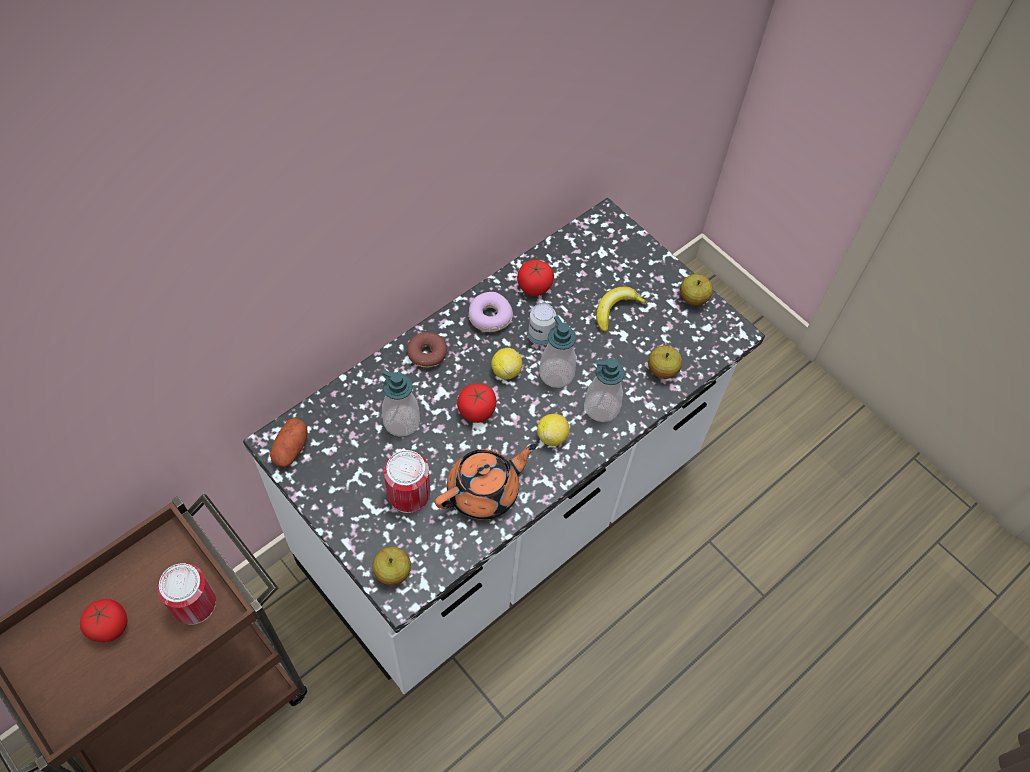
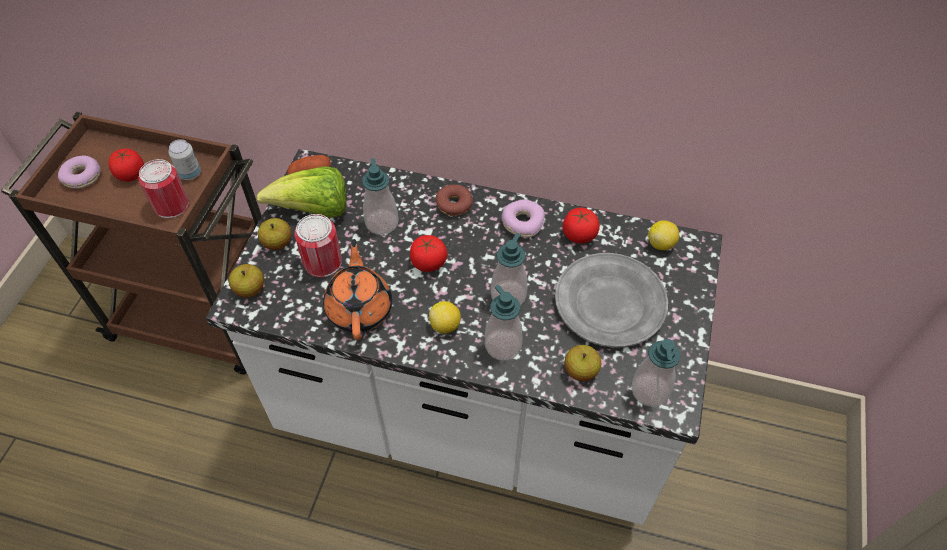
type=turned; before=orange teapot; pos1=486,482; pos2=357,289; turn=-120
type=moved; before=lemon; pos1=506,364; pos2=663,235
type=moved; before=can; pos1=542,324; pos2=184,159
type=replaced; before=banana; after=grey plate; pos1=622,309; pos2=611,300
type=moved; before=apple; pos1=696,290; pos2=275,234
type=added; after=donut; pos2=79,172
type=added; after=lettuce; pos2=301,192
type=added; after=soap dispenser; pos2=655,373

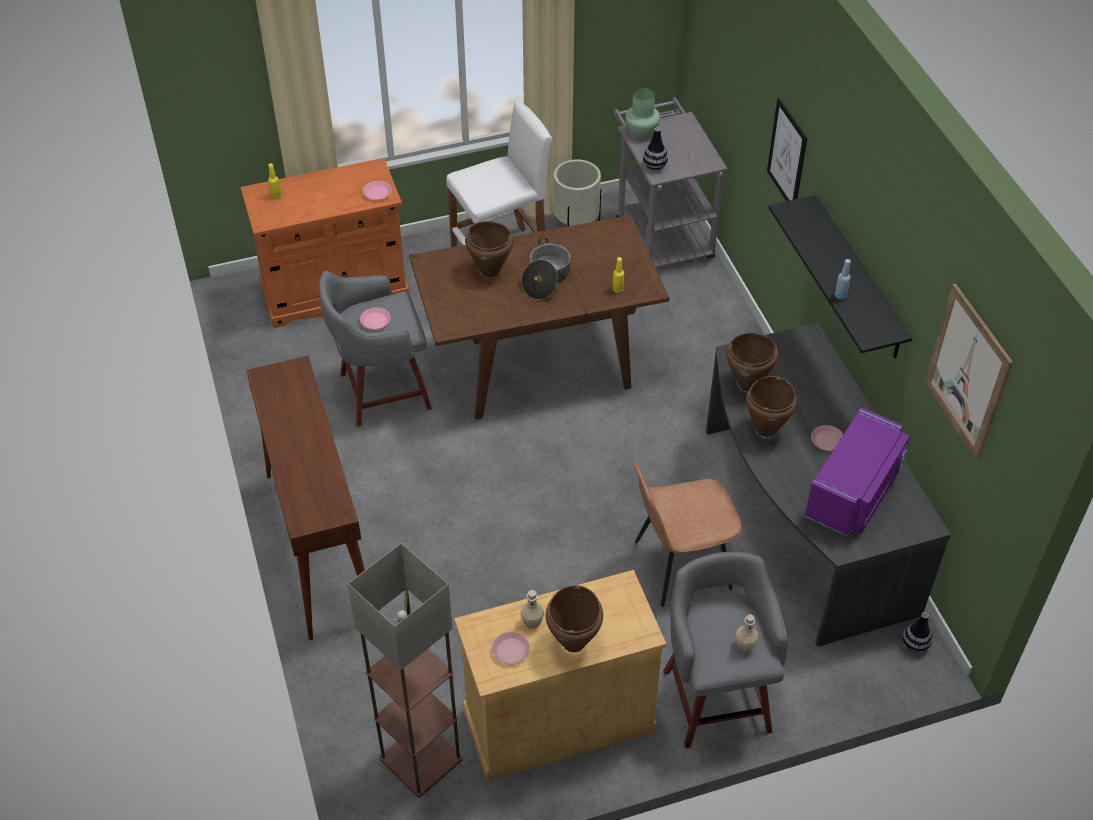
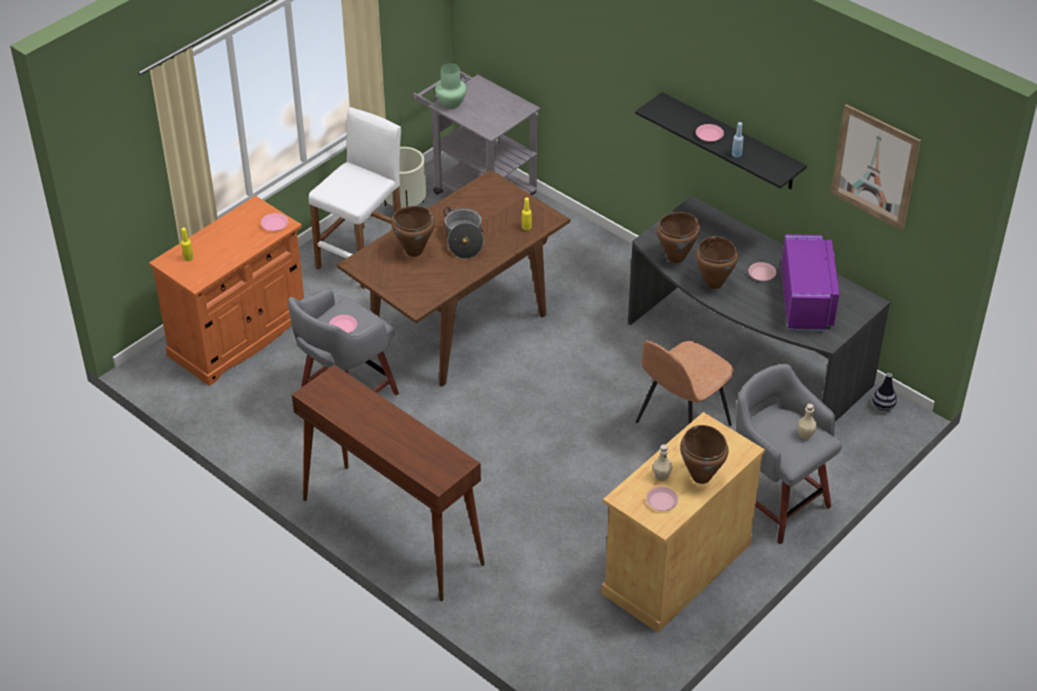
type=removed; before=floor lamp; pos1=405,670
type=removed; before=vase; pos1=655,148
type=removed; before=picture; pos1=787,149
type=added; after=pink plate; pos2=710,133

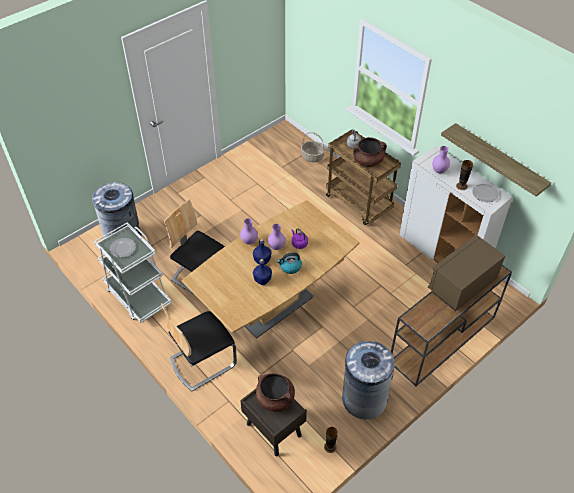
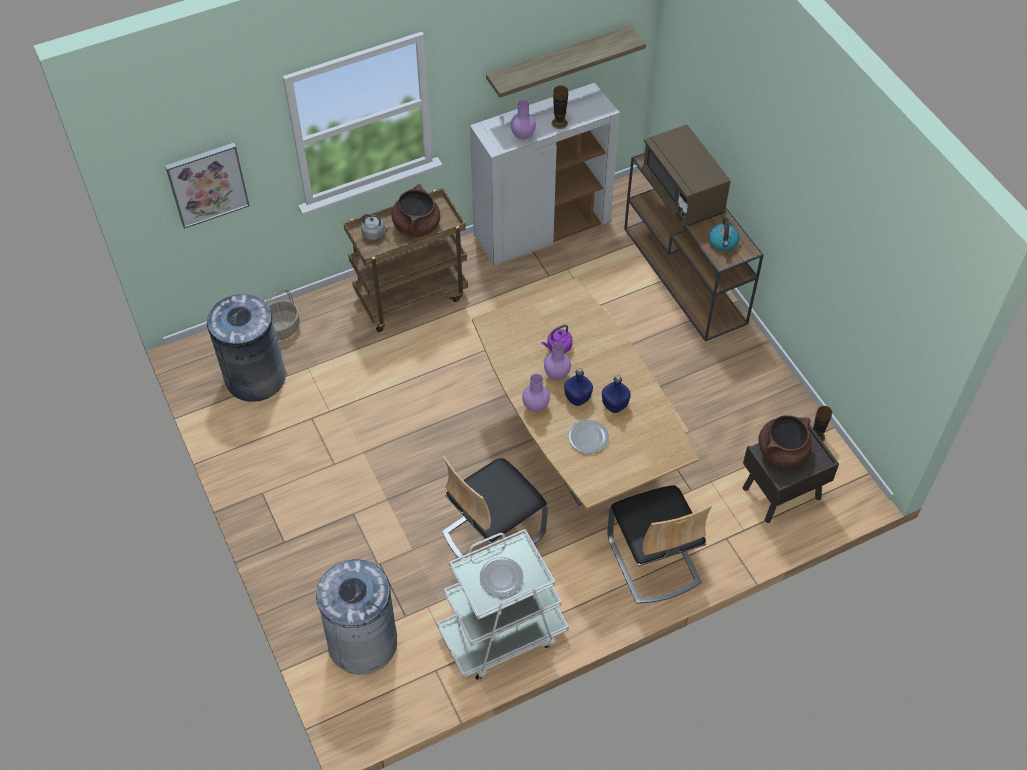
type=moved; before=kettle; pos1=289,263; pos2=724,234
type=moved; before=grey trash can; pos1=368,379; pos2=246,347
type=moved; before=plate; pos1=485,193; pos2=588,437
type=added; after=picture; pos2=207,186

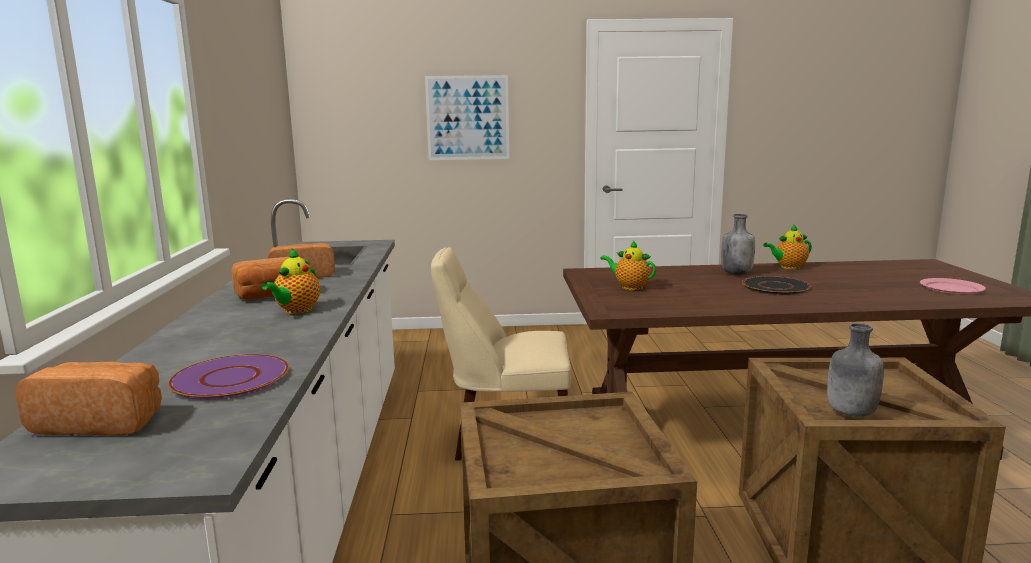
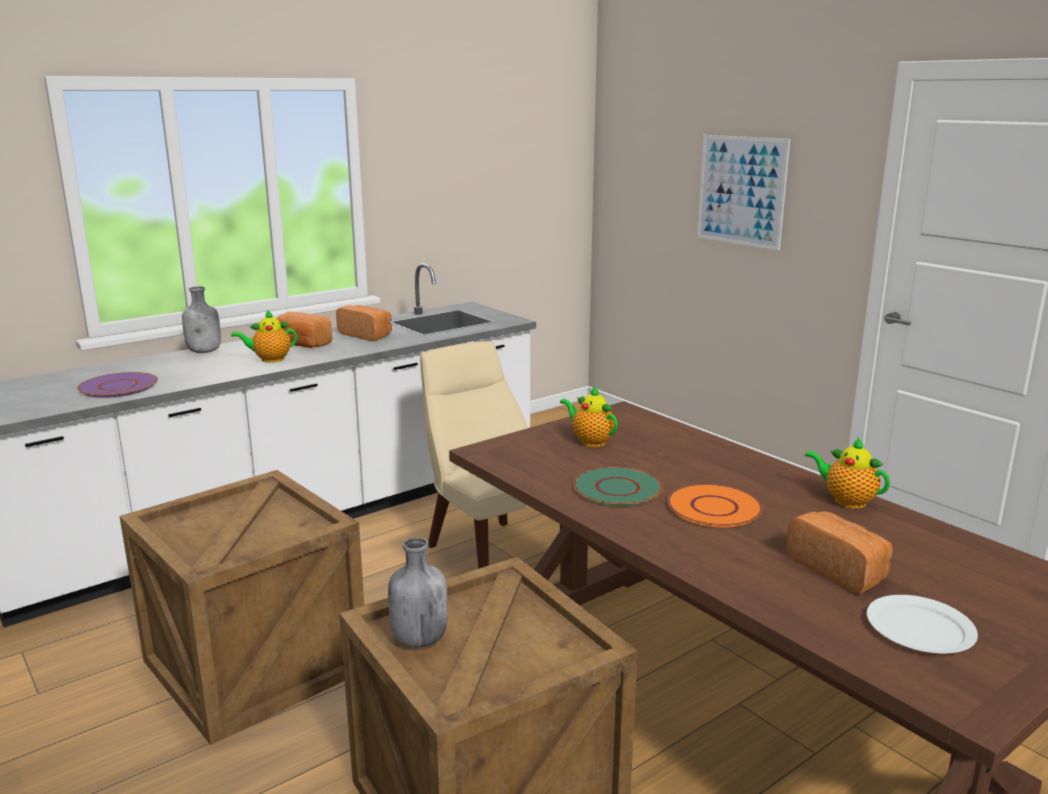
type=moved; before=bread; pos1=88,399; pos2=839,552
type=turned; before=teapot; pos1=628,265; pos2=589,416; turn=-45
type=moved; before=grey bottle; pos1=738,244; pos2=201,319
type=recoloured; before=black plate; after=orange plate; pos1=776,285; pos2=714,506
type=recoloured; before=pink plate; after=white plate; pos1=953,286; pos2=922,624
type=added; after=green plate; pos2=618,487

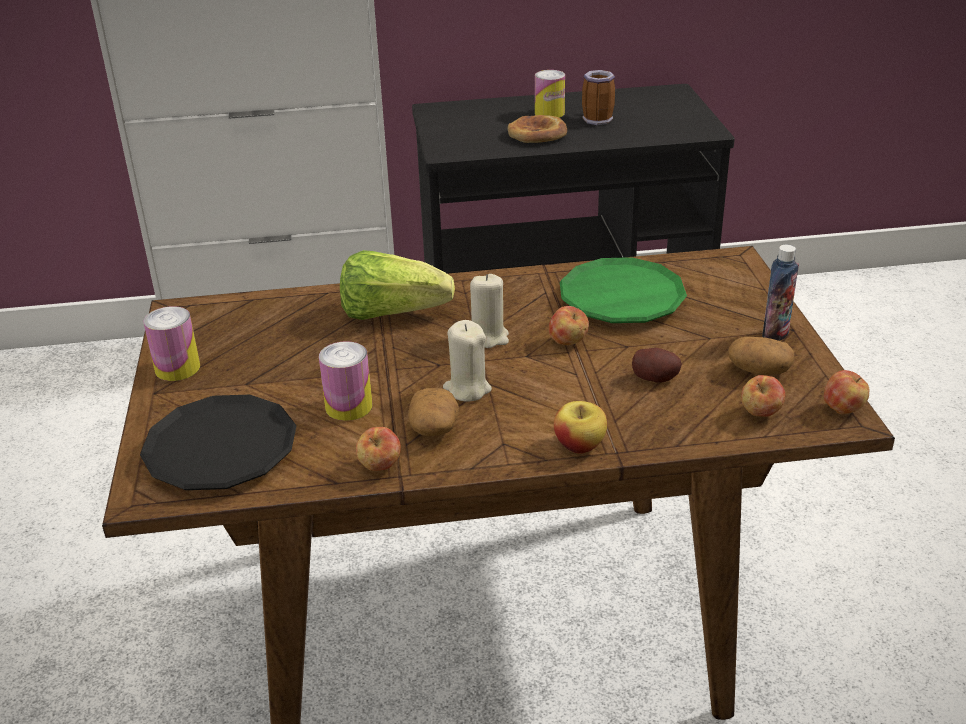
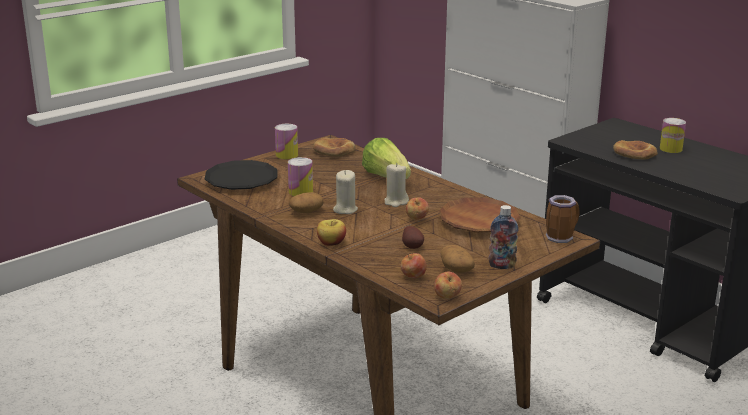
type=removed; before=apple; pos1=378,449
type=recoloured; before=green plate; after=brown plate; pos1=623,290; pos2=480,214
type=moved; before=mug; pos1=598,97; pos2=562,219
type=added; after=bread; pos2=334,147

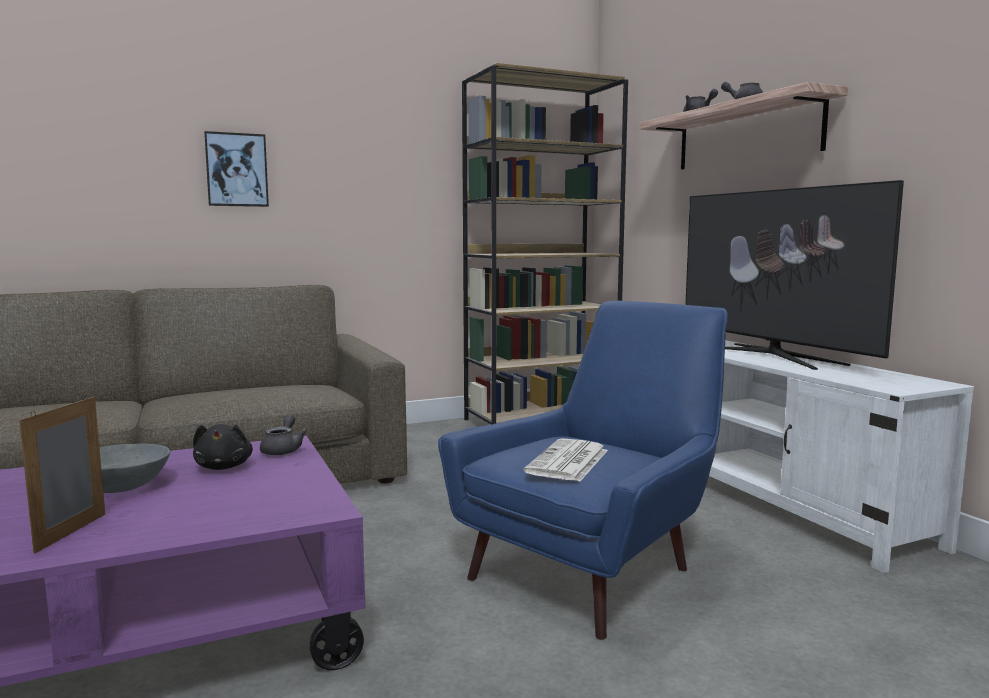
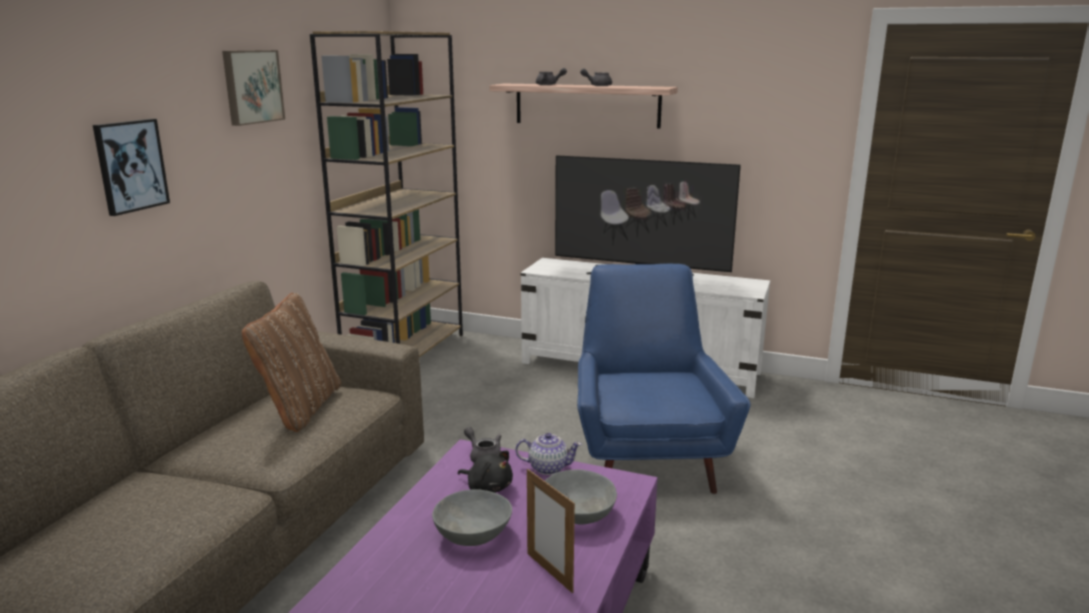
type=removed; before=newspaper; pos1=565,459
type=added; after=picture; pos2=253,88
type=added; after=brown pillow; pos2=291,362
type=added; after=teapot; pos2=548,454
type=added; after=grey bowl; pos2=581,496

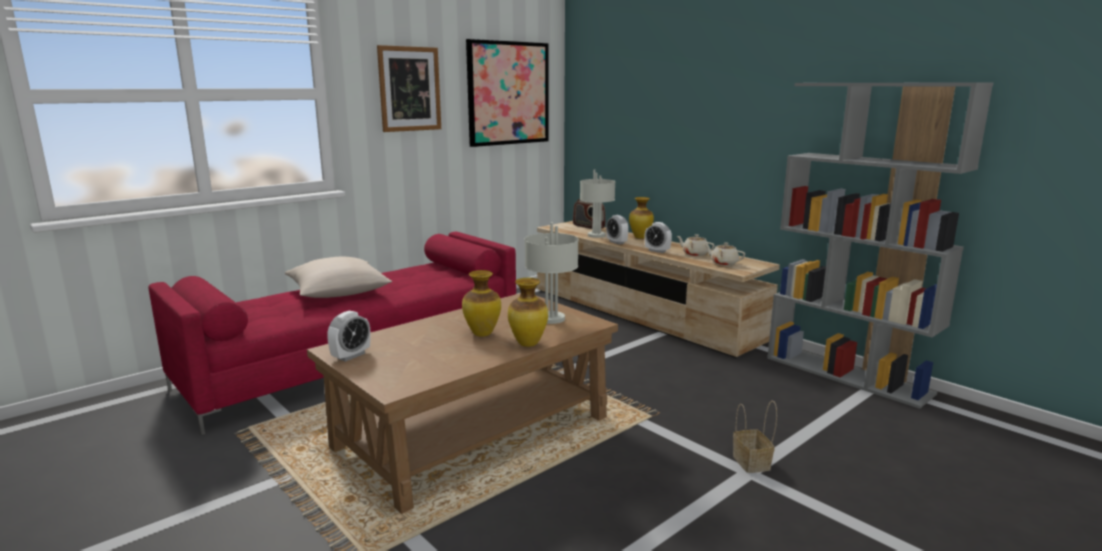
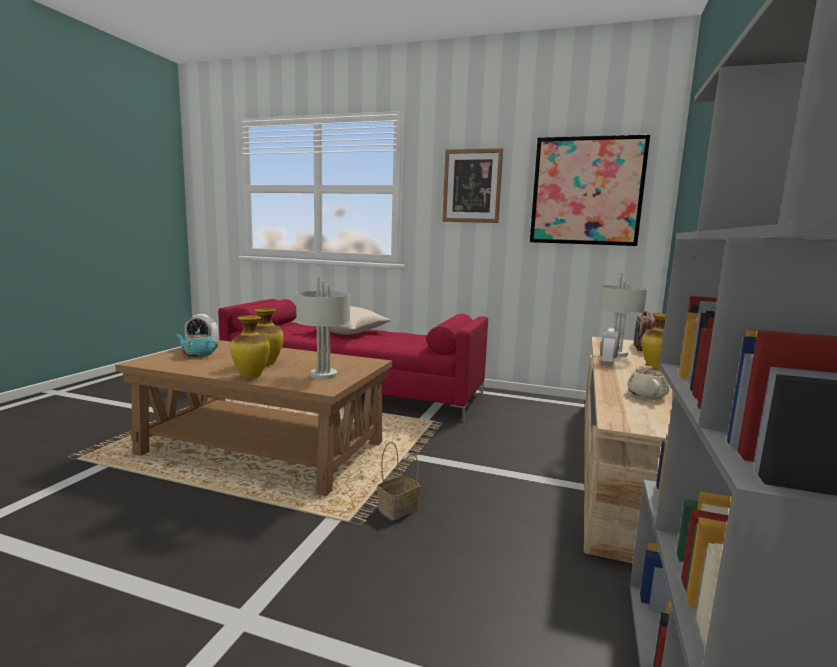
type=removed; before=alarm clock; pos1=658,237
type=removed; before=beige teapot; pos1=724,254
type=moved; before=basket; pos1=755,437; pos2=399,481
type=added; after=turquoise teapot; pos2=197,344

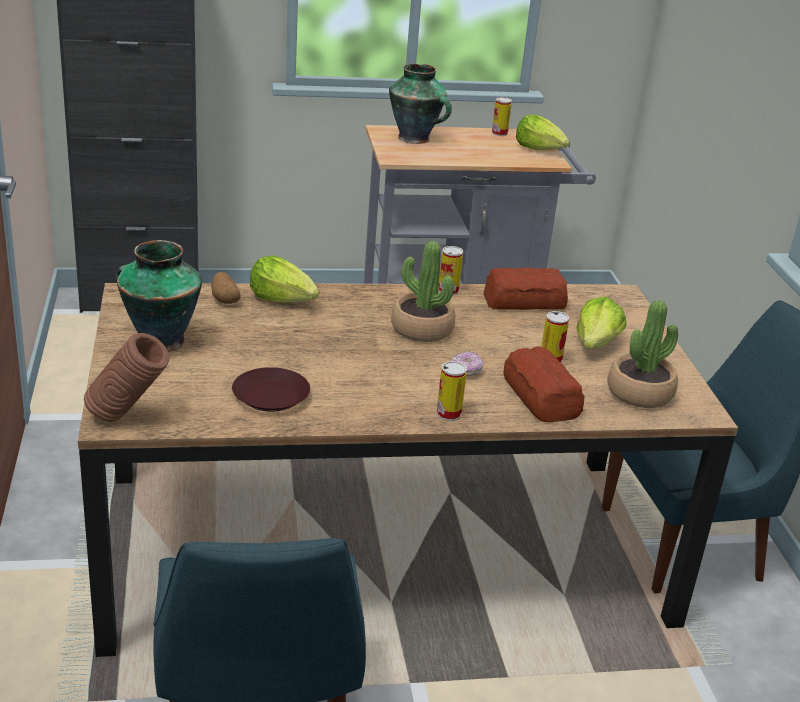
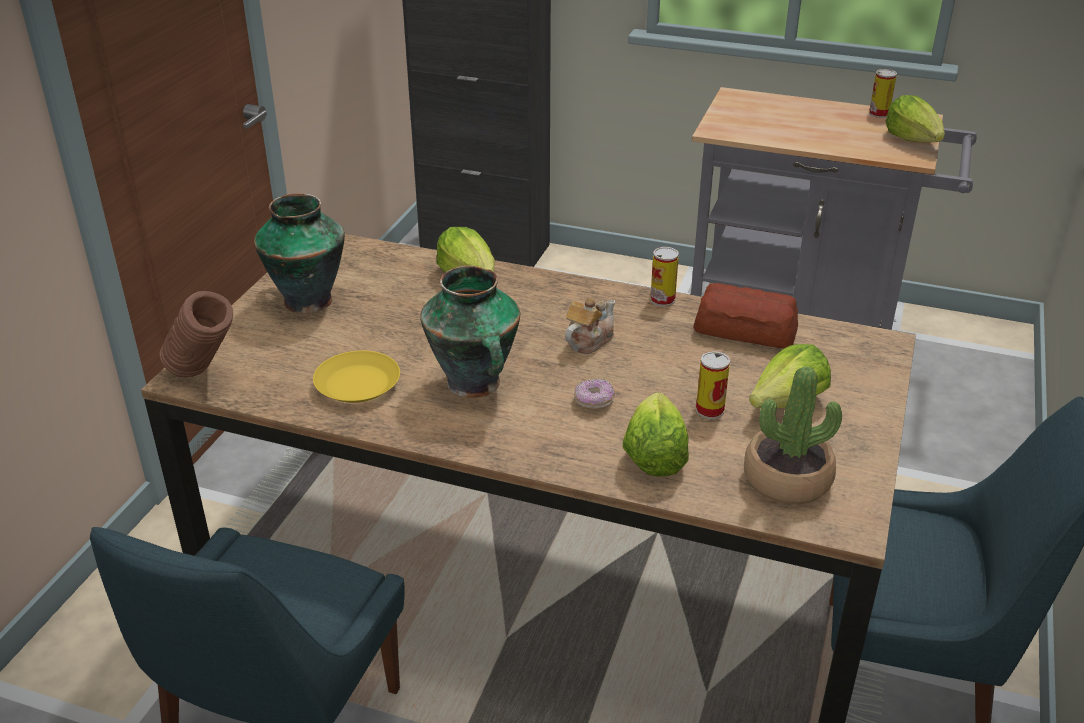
type=removed; before=potato; pos1=226,288
type=recoloured; before=brown plate; after=yellow plate; pos1=271,389; pos2=356,377
type=moved; before=vase; pos1=420,103; pos2=470,332
type=replaced; before=potted plant; after=teapot; pos1=423,291; pos2=590,326
type=removed; before=can; pos1=452,391
type=replaced; before=bread; after=lettuce; pos1=543,384; pos2=656,434

